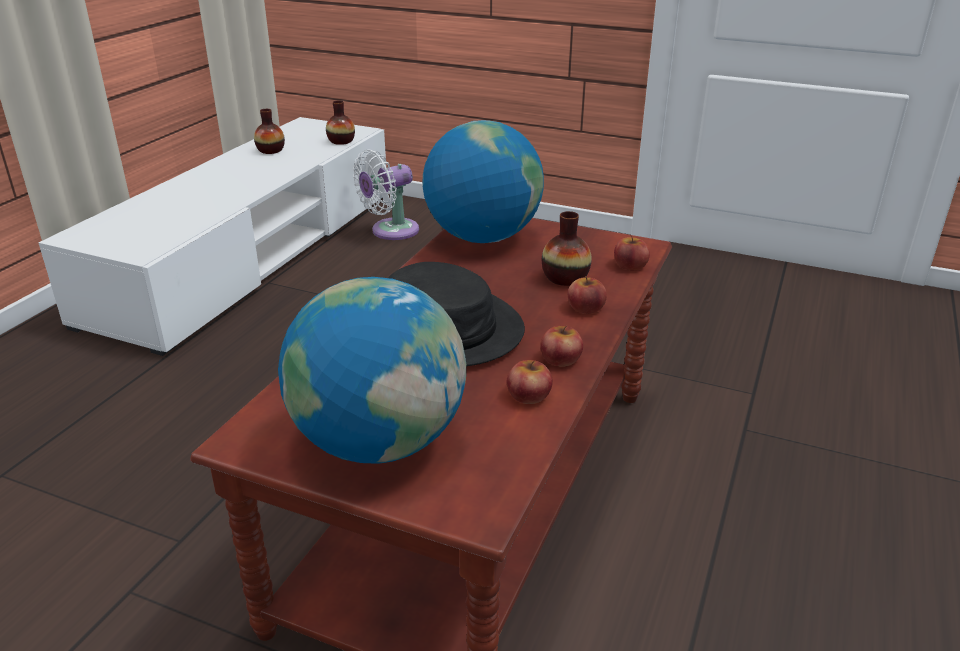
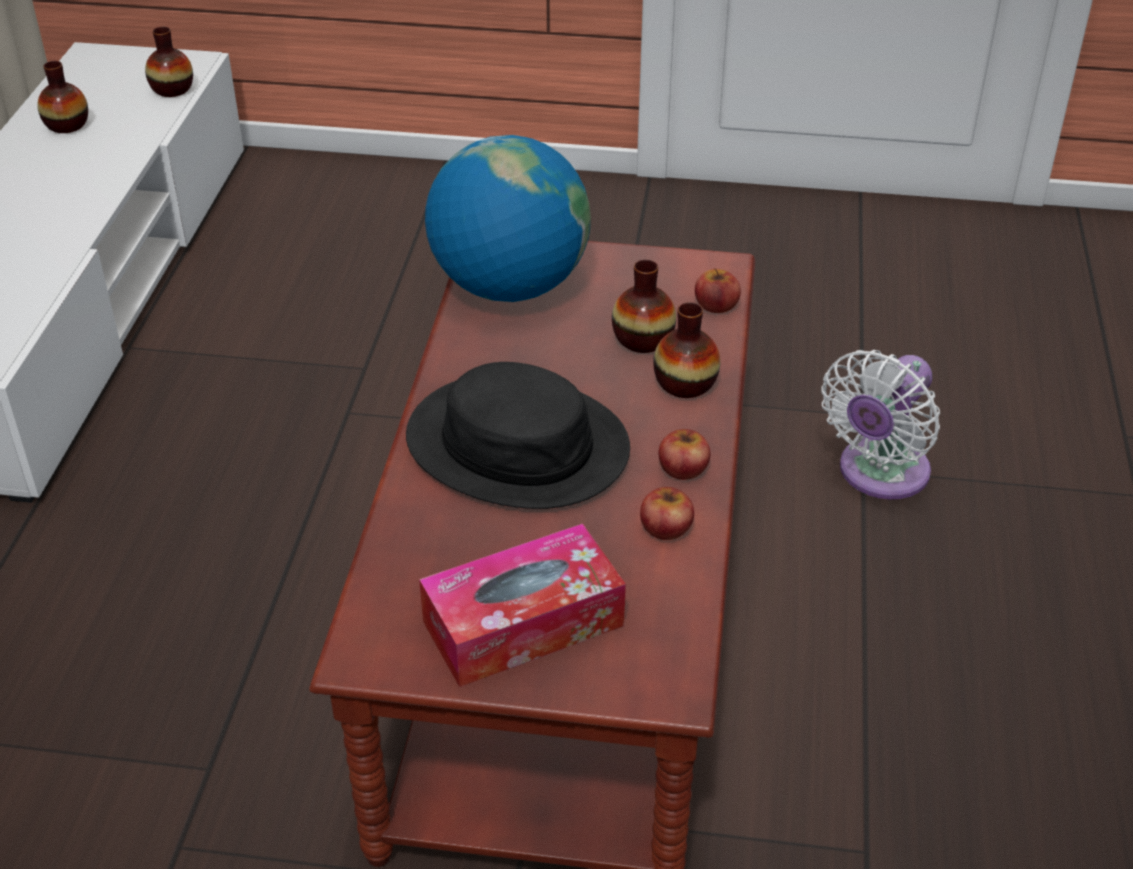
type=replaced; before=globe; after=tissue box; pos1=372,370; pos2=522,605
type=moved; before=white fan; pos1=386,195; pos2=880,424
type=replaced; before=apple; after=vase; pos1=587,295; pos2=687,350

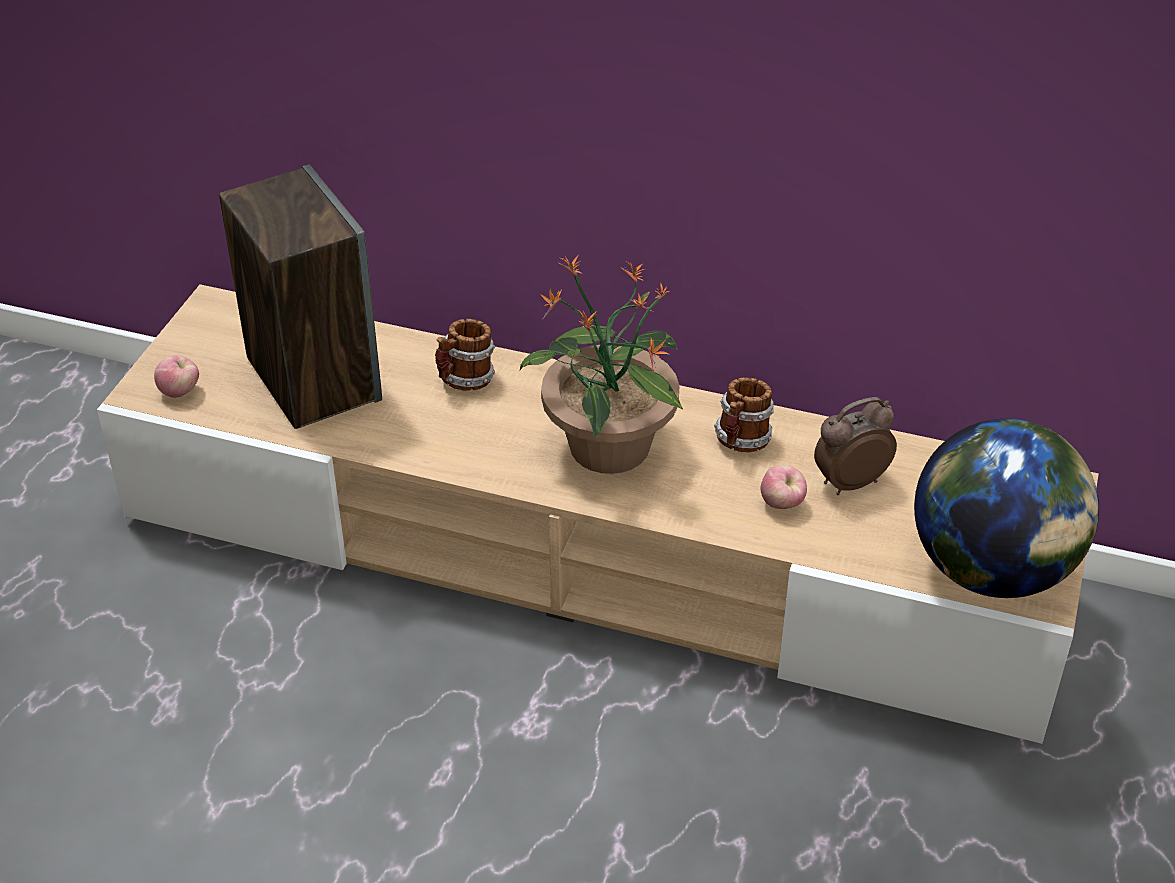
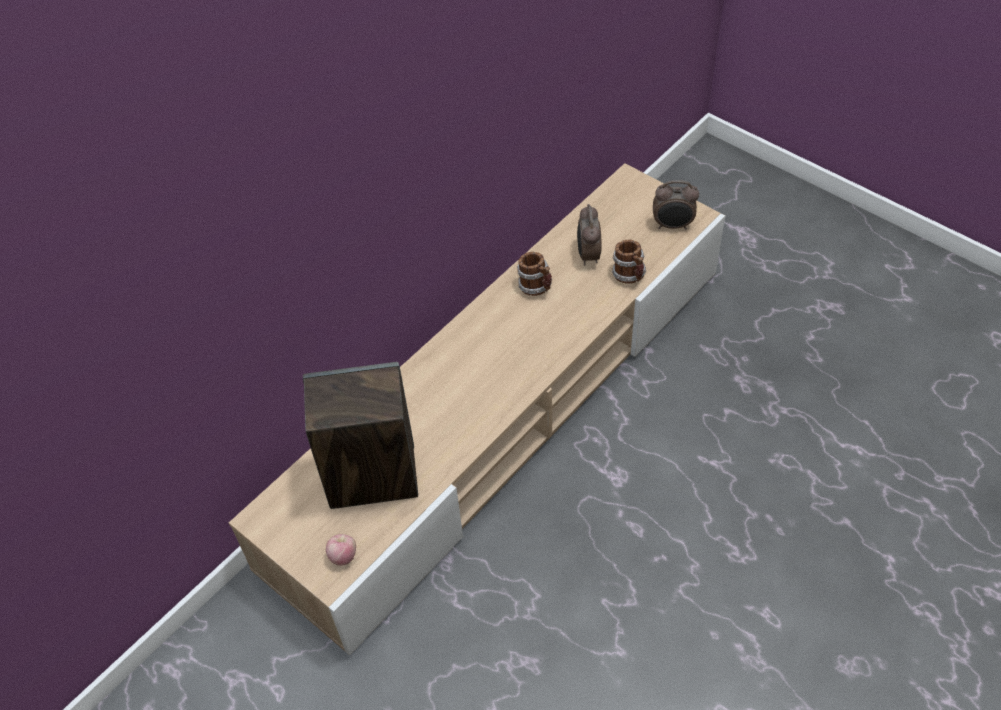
type=moved; before=mug; pos1=465,355; pos2=629,262
type=removed; before=potted plant; pos1=601,365
type=removed; before=apple; pos1=784,487
type=replaced; before=globe; after=alarm clock; pos1=1006,508; pos2=676,205

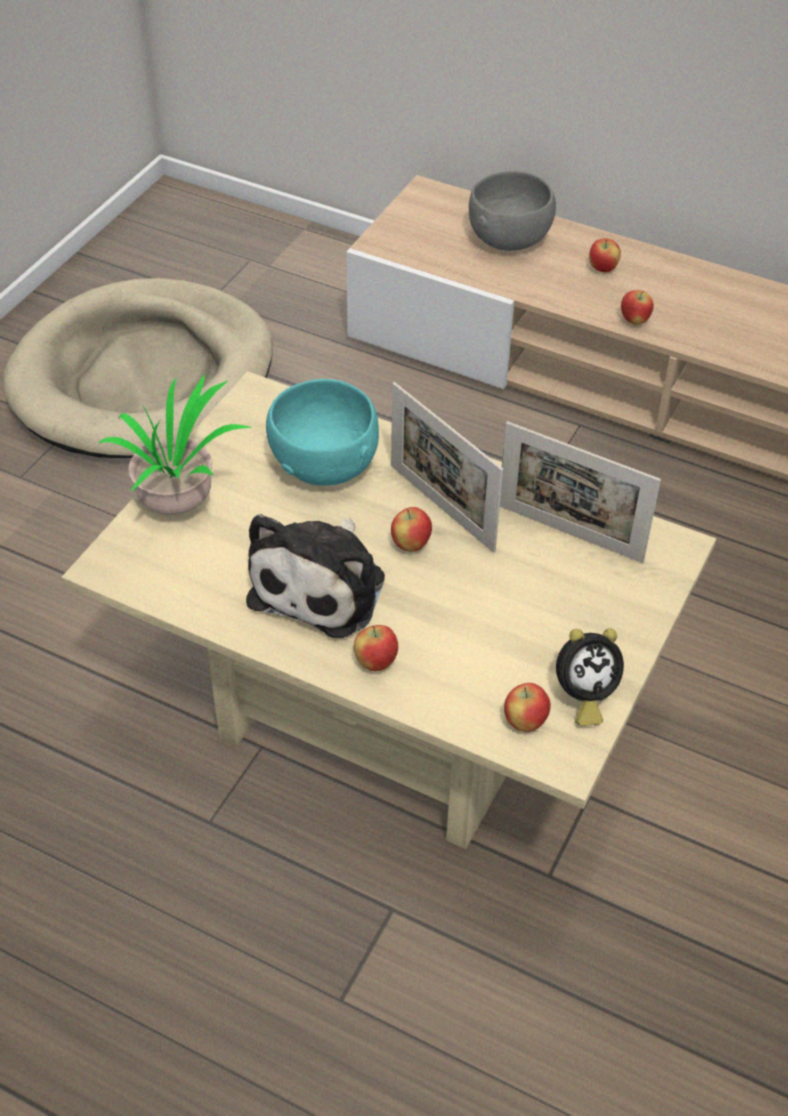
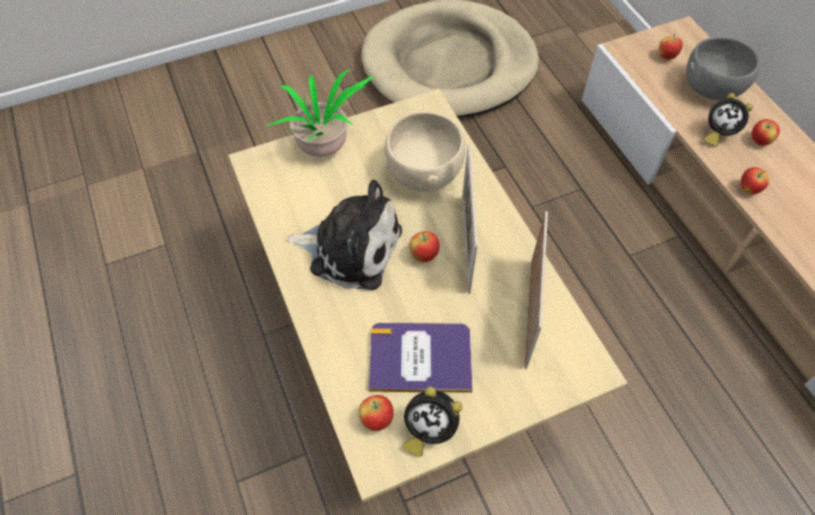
type=turned; before=plush toy; pos1=315,576; pos2=343,235; turn=-135
type=recoloured; before=turquoise bowl; after=beige bowl; pos1=322,432; pos2=425,151
type=moved; before=apple; pos1=376,648; pos2=671,47
type=turned; before=picture frame; pos1=580,492; pos2=536,290; turn=-150
type=added; after=book; pos2=421,358
type=added; after=alarm clock; pos2=728,120

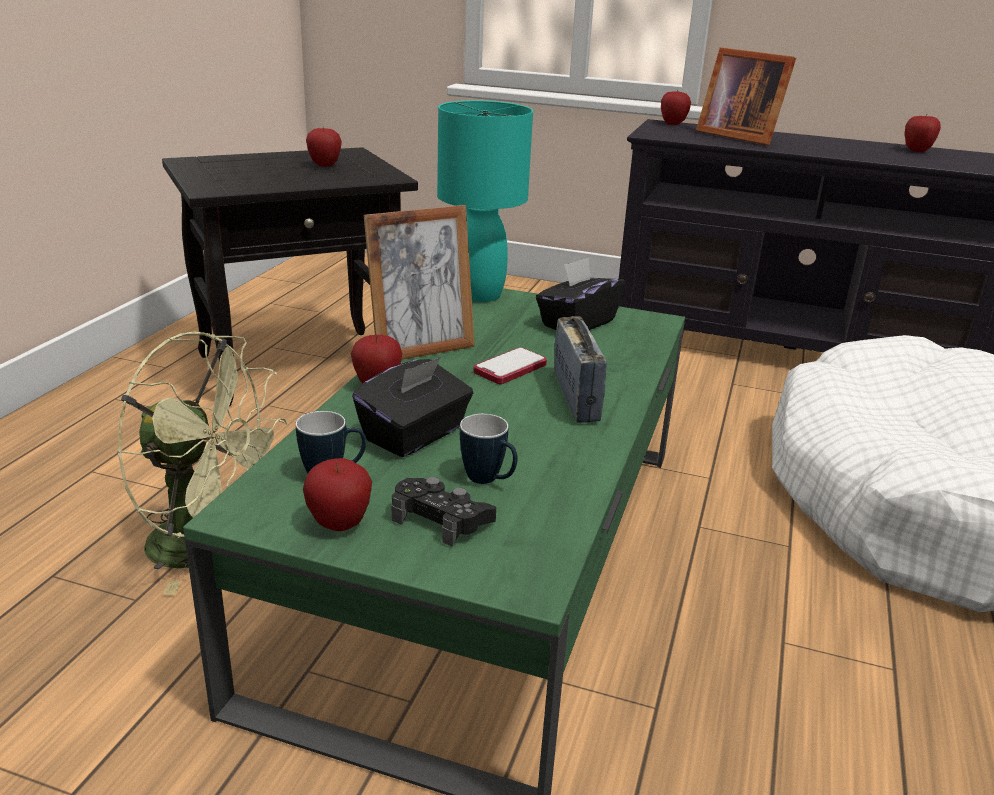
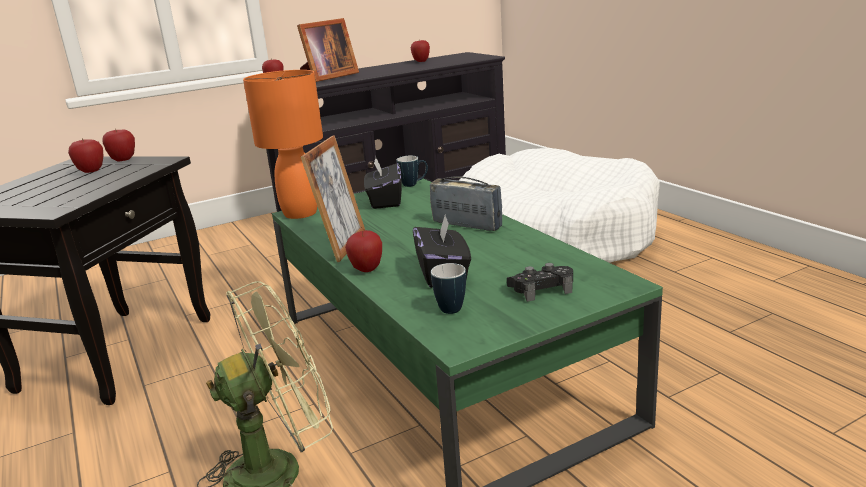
type=moved; before=apple; pos1=337,494; pos2=118,145
type=recoloured; before=turquoise table lamp; after=orange table lamp; pos1=485,201; pos2=283,144
type=moved; before=mug; pos1=489,449; pos2=412,171
type=removed; before=phone; pos1=510,366
type=turned; before=picture frame; pos1=746,96; pos2=328,50; turn=-45

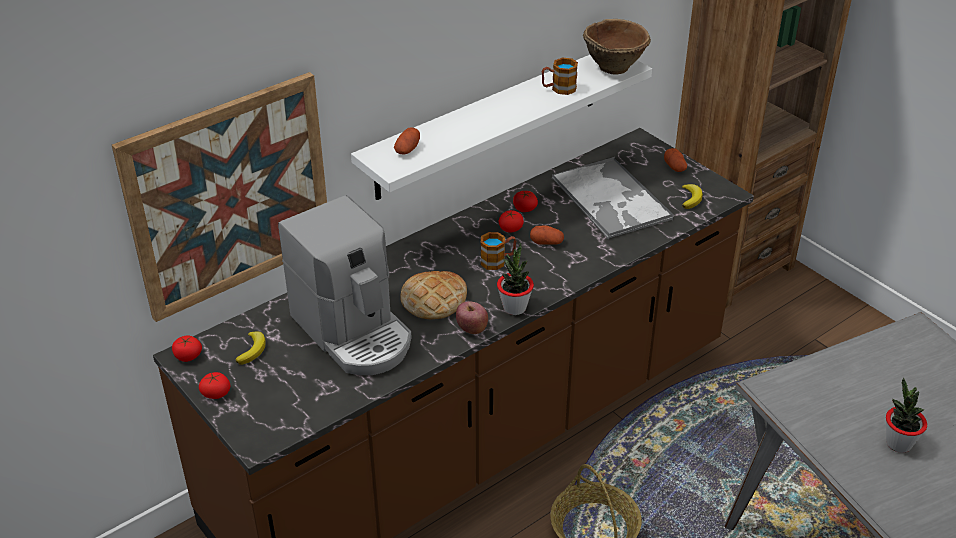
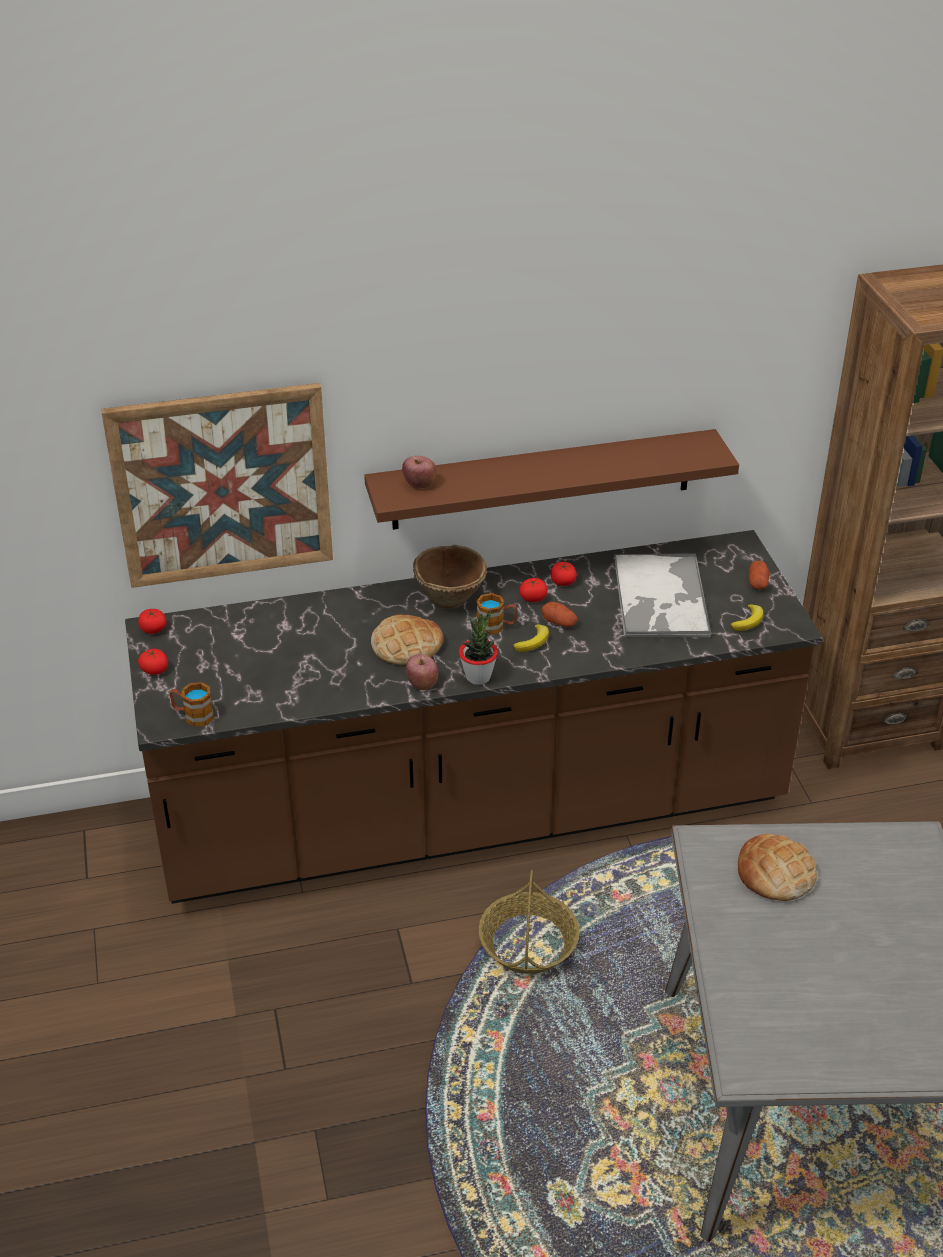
type=moved; before=banana; pos1=250,348; pos2=531,638
type=removed; before=coffee machine; pos1=345,285
type=recoloured; before=white shelf; after=brown shelf; pos1=501,127; pos2=551,479
type=replaced; before=potato; after=apple; pos1=407,141; pos2=419,472
type=moved; before=mug; pos1=560,76; pos2=192,704
type=moved; before=brown bowl; pos1=617,47; pos2=450,577
type=removed; before=potted plant; pos1=906,415
type=added; after=bread; pos2=777,867

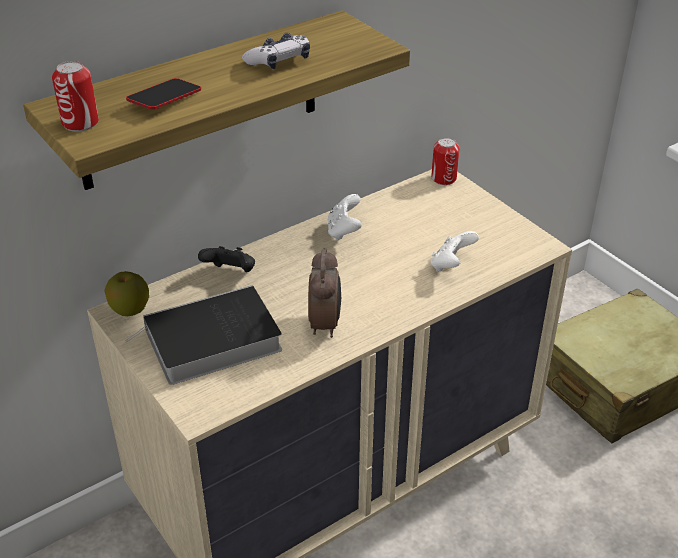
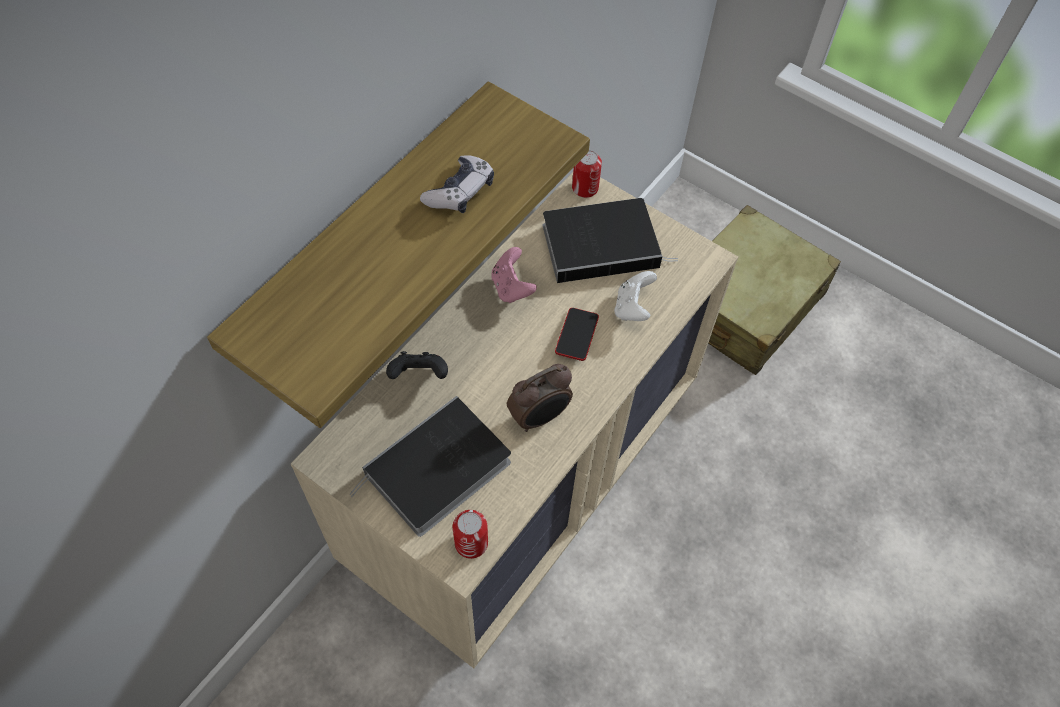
type=moved; before=can; pos1=75,96; pos2=470,534
type=removed; before=apple; pos1=126,293
type=moved; before=phone; pos1=163,94; pos2=577,334
type=turned; before=alarm clock; pos1=324,293; pos2=540,398; turn=75
type=recoloured; before=white game controller; after=pink game controller; pos1=345,217; pos2=514,275
type=added; after=book; pos2=610,240

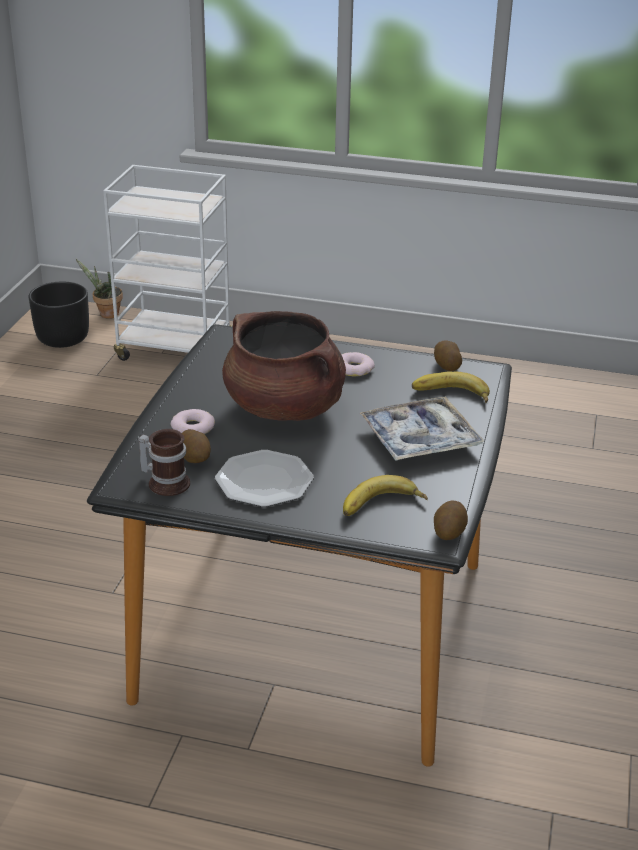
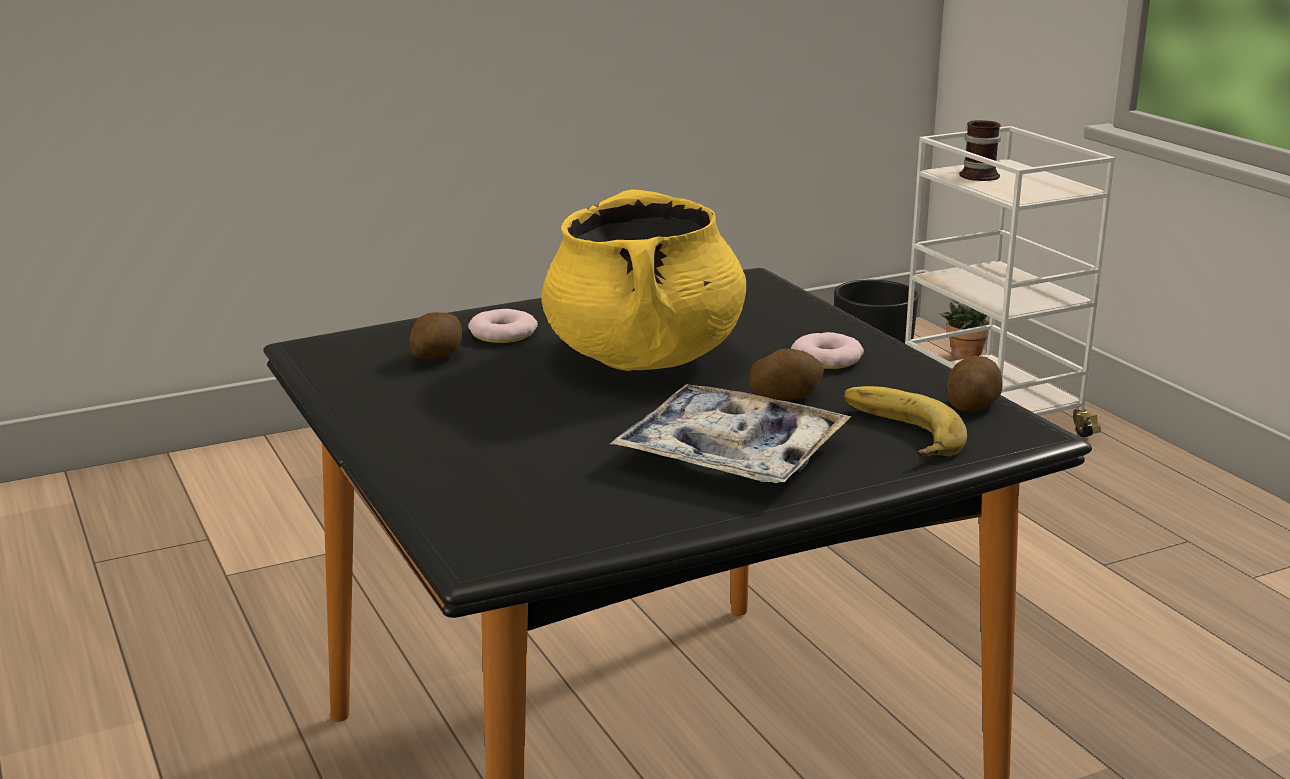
type=moved; before=mug; pos1=164,462; pos2=980,150
type=removed; before=plate; pos1=264,478
type=recoloured; before=brown cooking pot; after=yellow cooking pot; pos1=284,366; pos2=643,280
type=removed; before=banana; pos1=385,495
type=moved; before=potato; pos1=451,520; pos2=786,374

